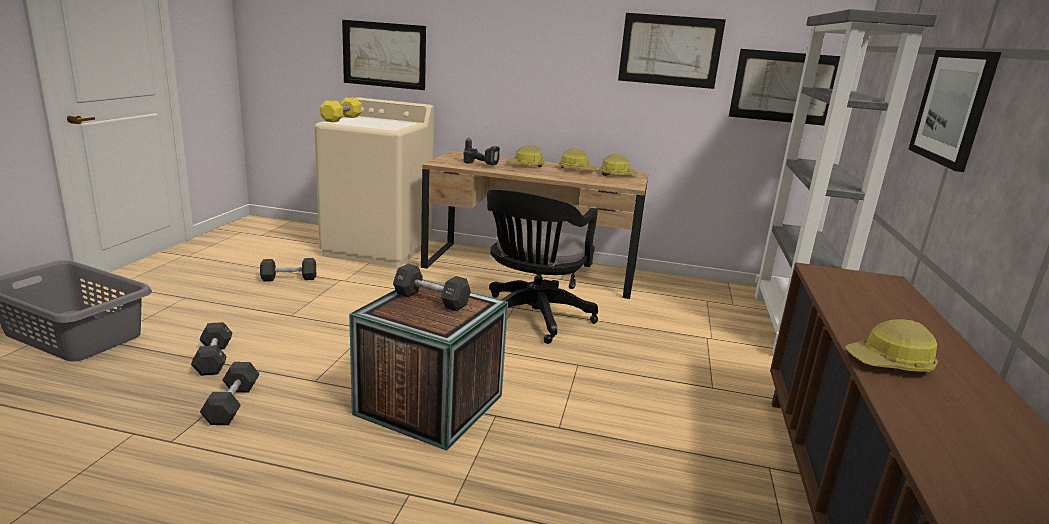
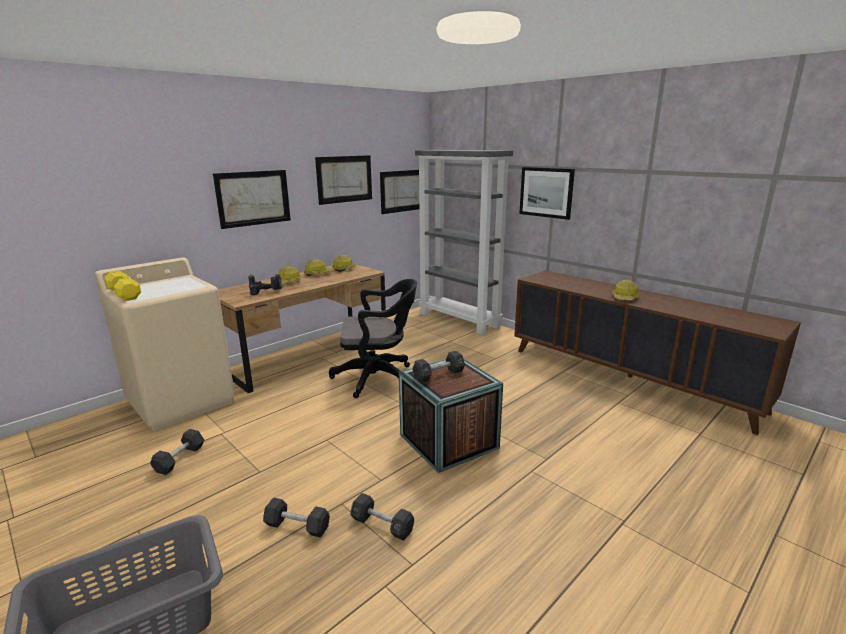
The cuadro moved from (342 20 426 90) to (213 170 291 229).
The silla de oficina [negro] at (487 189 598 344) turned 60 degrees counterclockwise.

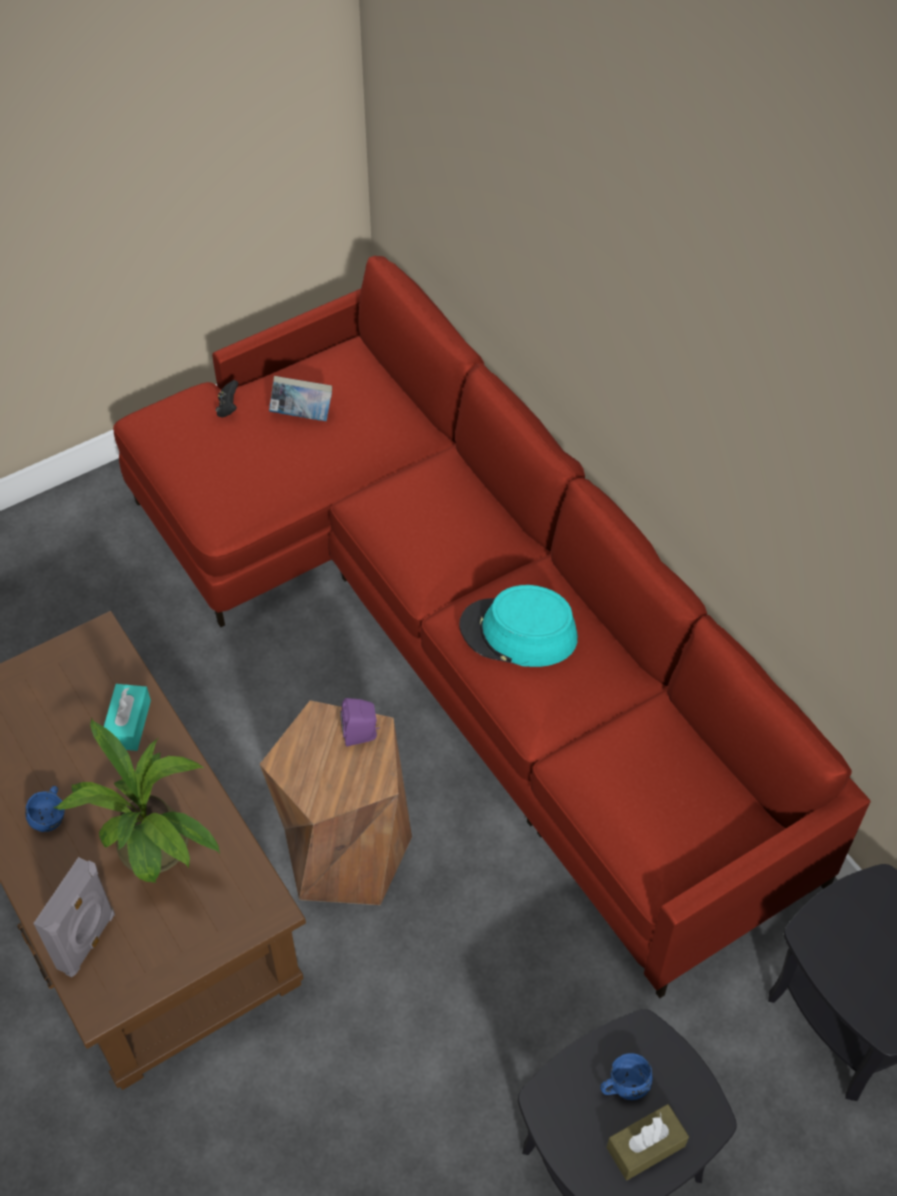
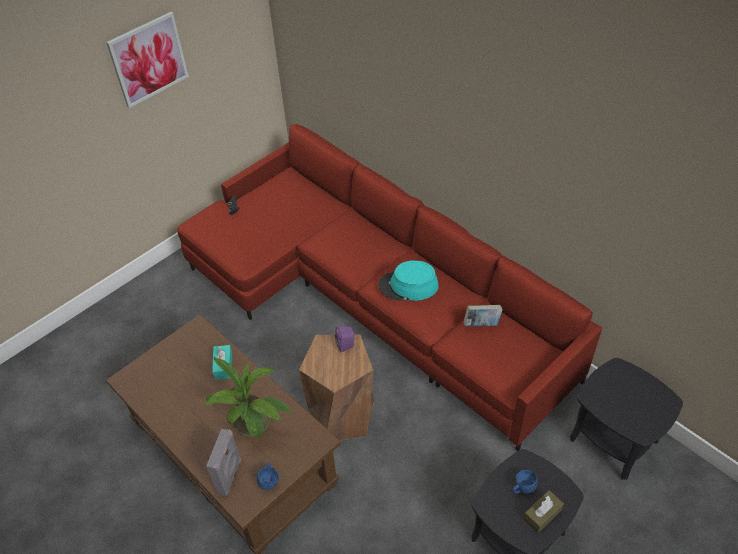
The libro moved from (269 376 332 421) to (464 305 503 326).
The taza grande [azul] moved from (25 786 65 832) to (257 463 279 490).
The cuadro at (106 12 189 108) appeared.

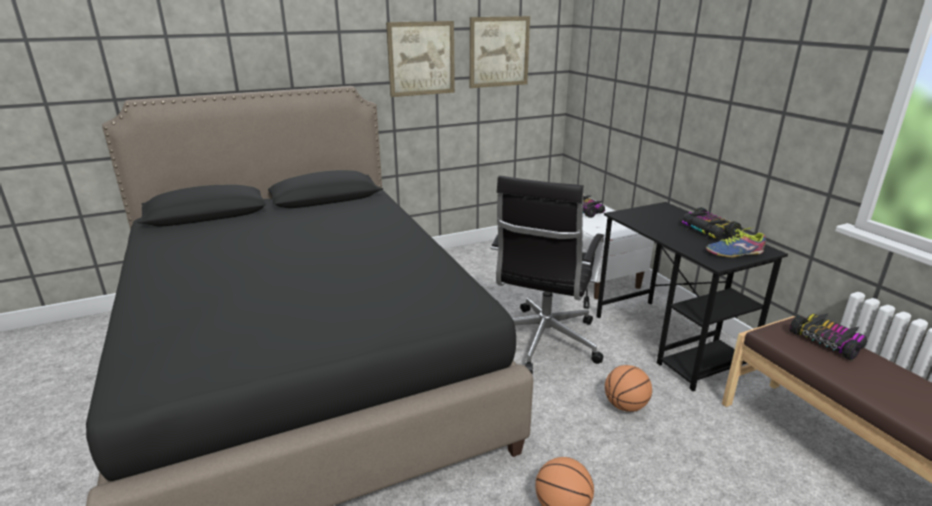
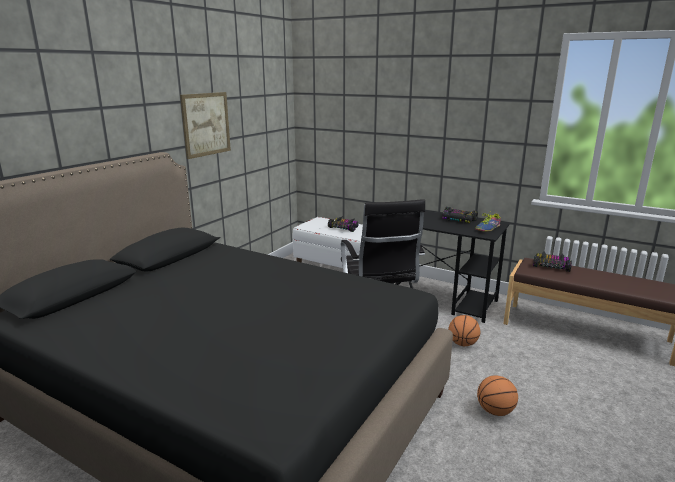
The cuadro at (470 16 530 88) disappeared.

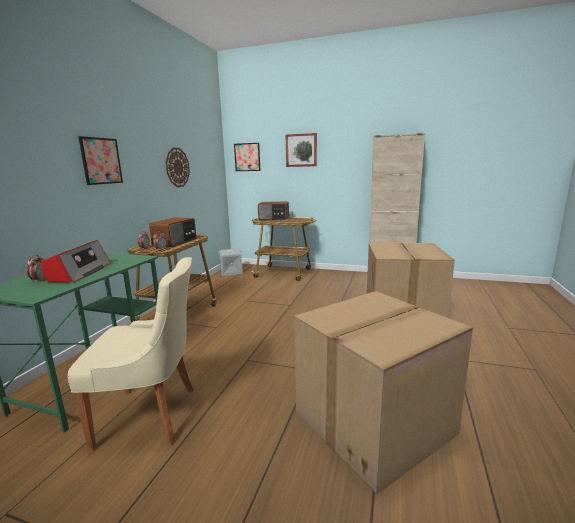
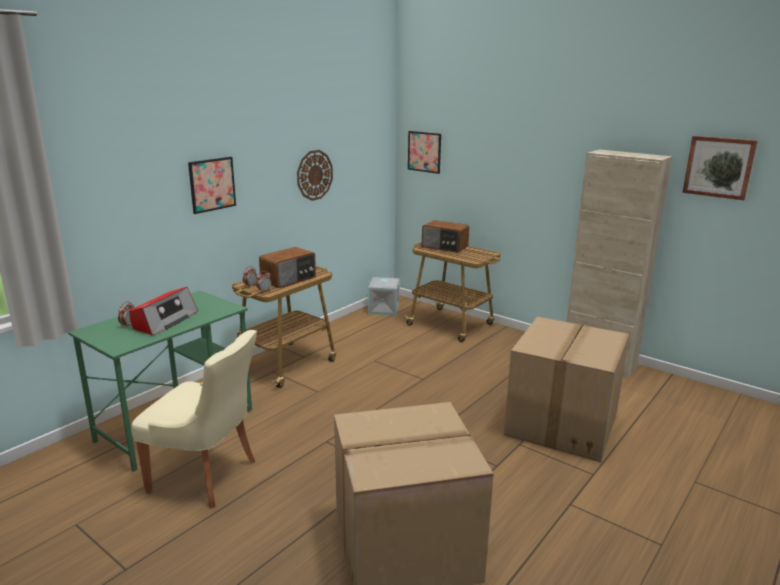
The cuadro moved from (285 133 317 167) to (682 136 758 200).

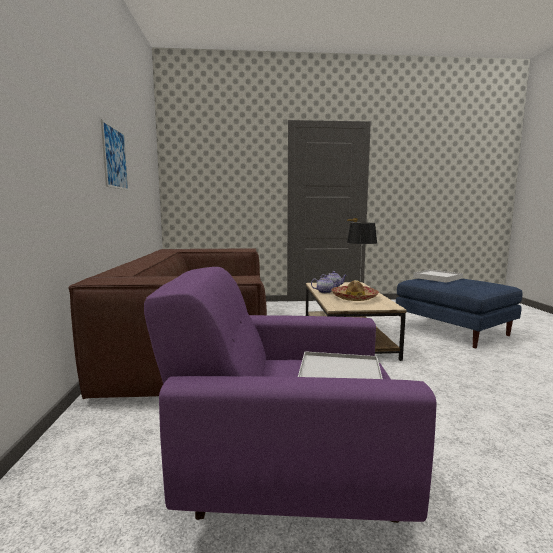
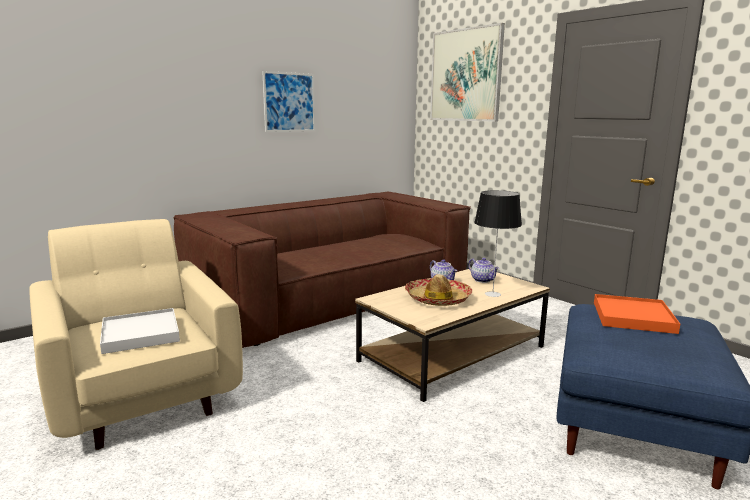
The sillón [morado] at (144 267 436 523) became the sillón [beis] at (29 219 243 450).
The bandeja [blanco] at (413 269 463 283) became the bandeja [naranja] at (594 294 680 334).
The cuadro at (430 23 505 122) appeared.

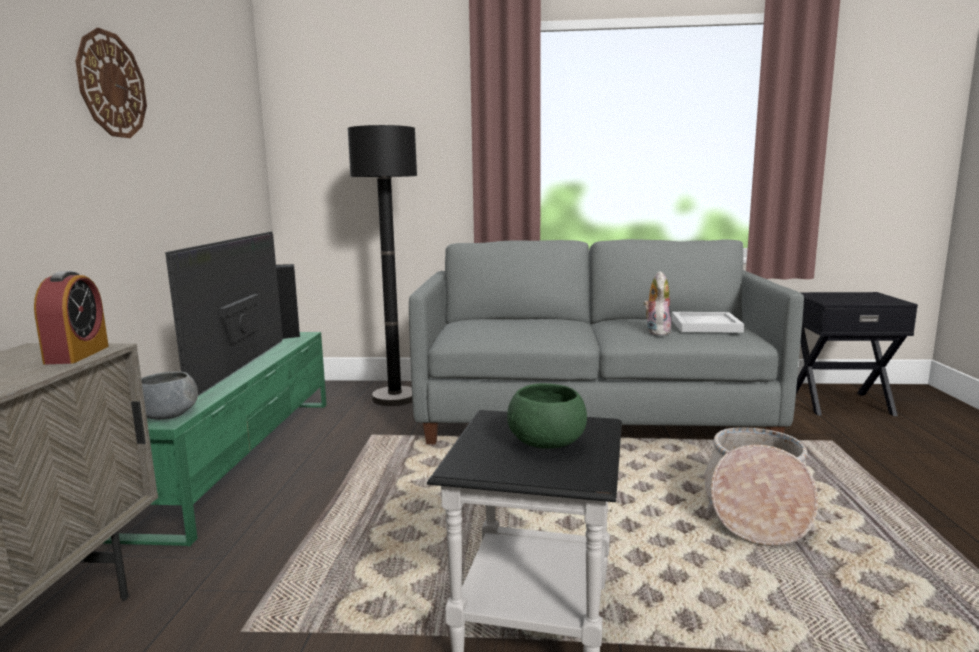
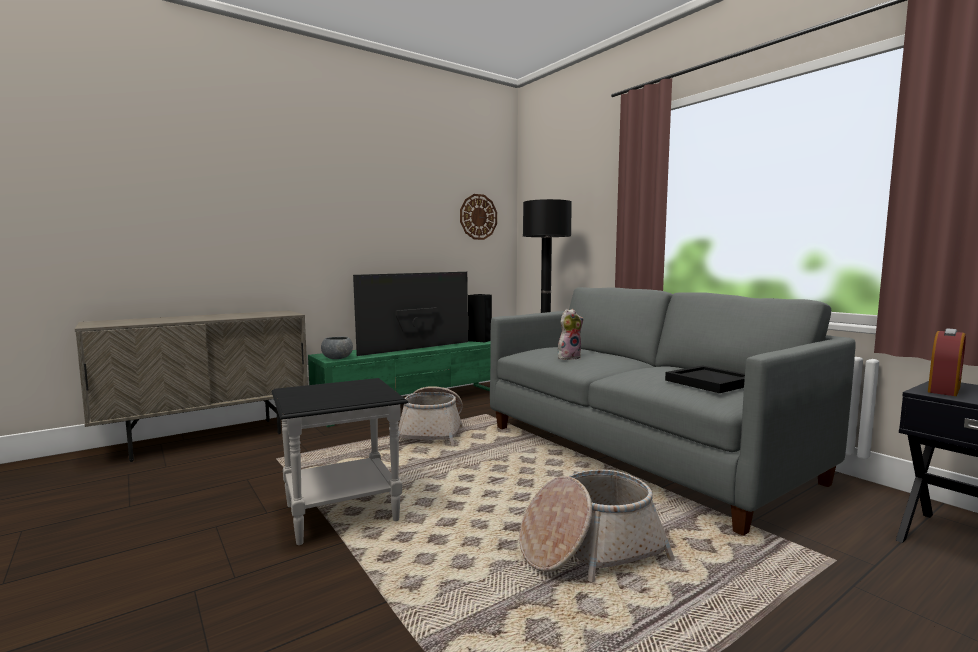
The reloj de pared moved from (76 28 147 138) to (460 194 497 240).
The despertador moved from (34 271 109 365) to (928 328 966 396).
The peluche moved from (643 271 671 335) to (558 309 584 360).
The bandeja [blanco] at (671 312 744 333) became the bandeja [negro] at (665 365 745 393).
The cuenco [verde] at (507 383 587 449) disappeared.
The cesta at (398 386 463 446) appeared.

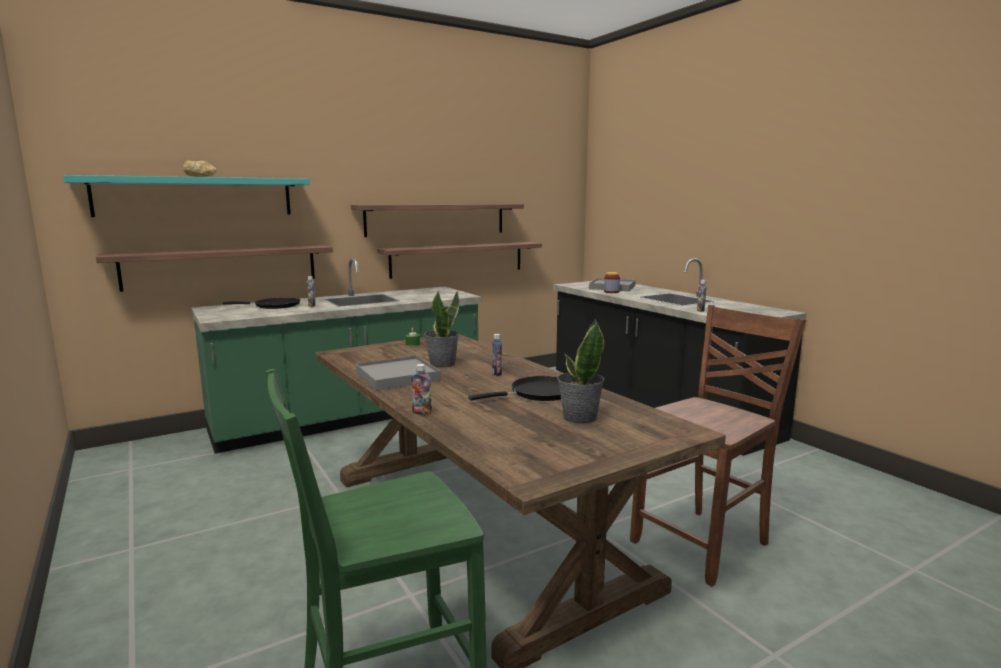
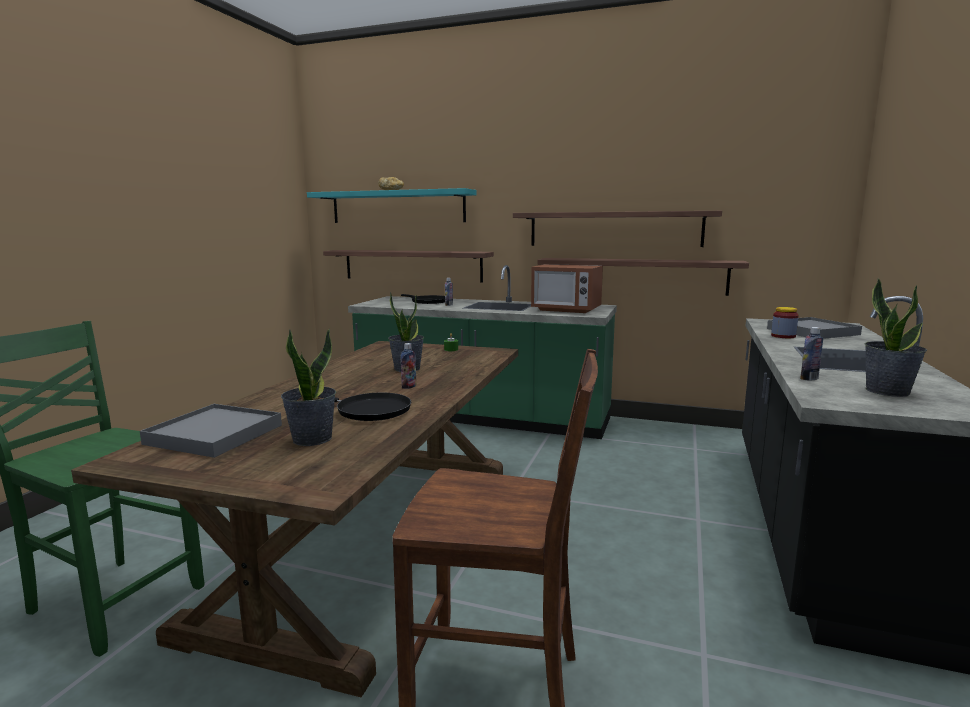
The bandeja [gris] moved from (356 356 441 391) to (140 404 282 458).
The botella at (411 364 432 415) disappeared.
The microondas at (531 264 603 313) appeared.
The planta en maceta at (865 278 927 397) appeared.

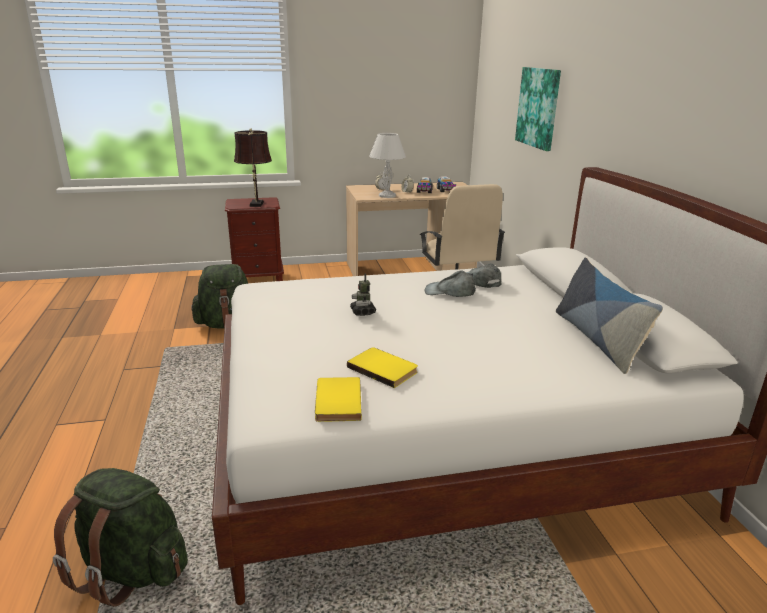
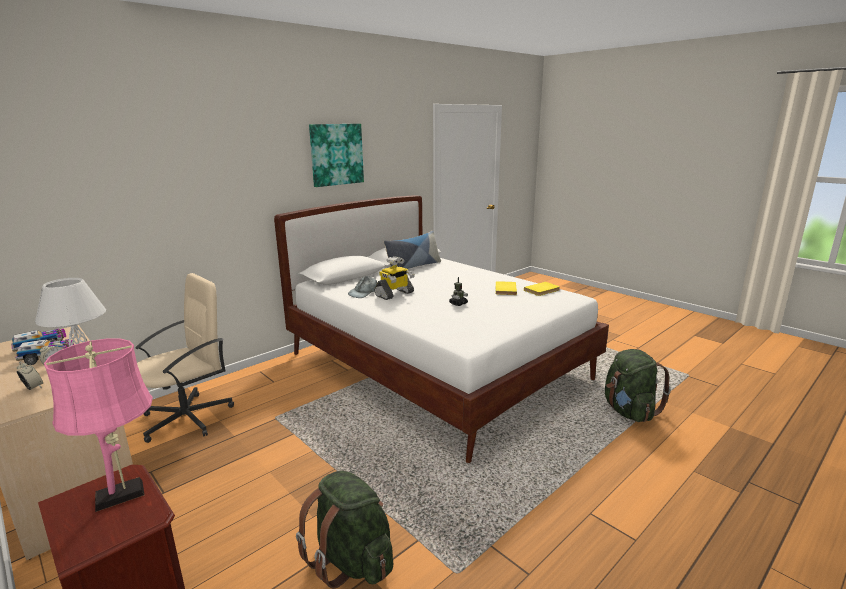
The cuadro moved from (515 67 561 151) to (309 124 364 187).
The lámpara de mesa [marrón] at (234 128 272 207) became the lámpara de mesa [rosa] at (44 338 153 512).
The gorra [gris] at (425 270 476 297) was replaced by the robot de juguete at (374 256 415 300).

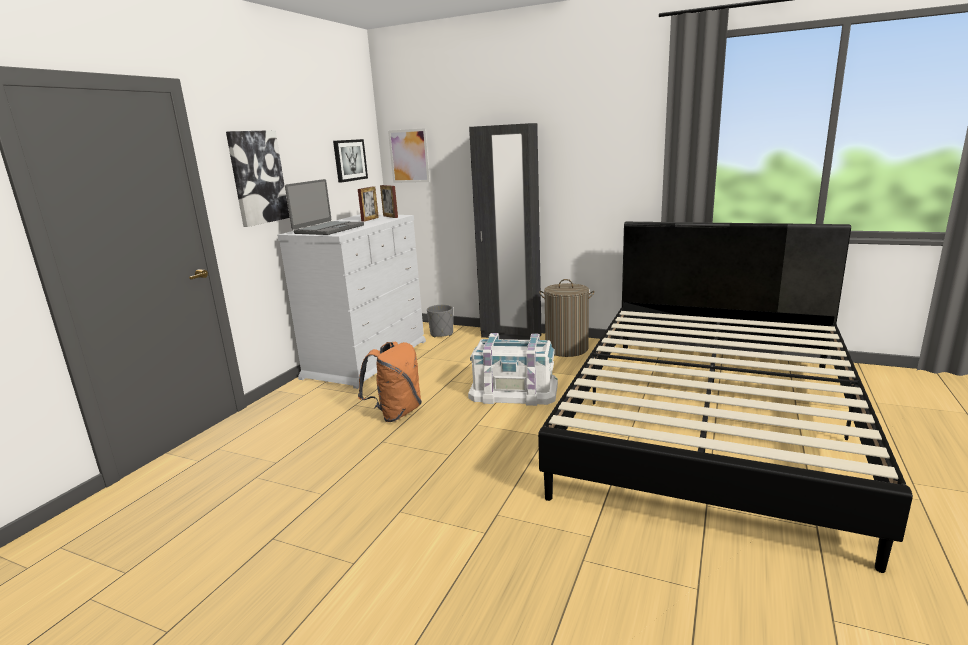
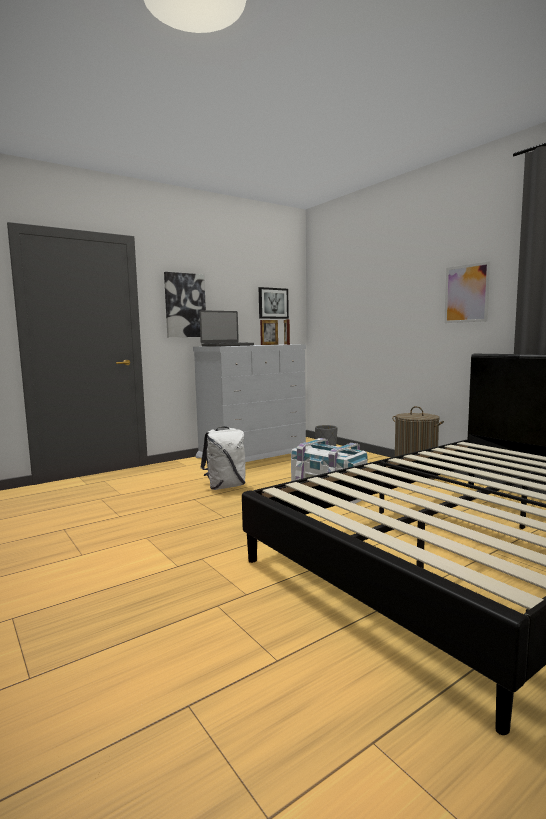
The armario ropero [negro] at (469 123 542 340) disappeared.
The cuadro moved from (388 128 430 183) to (444 261 490 323).
The mochila [naranja] at (358 342 422 422) became the mochila [blanco] at (200 426 246 490).

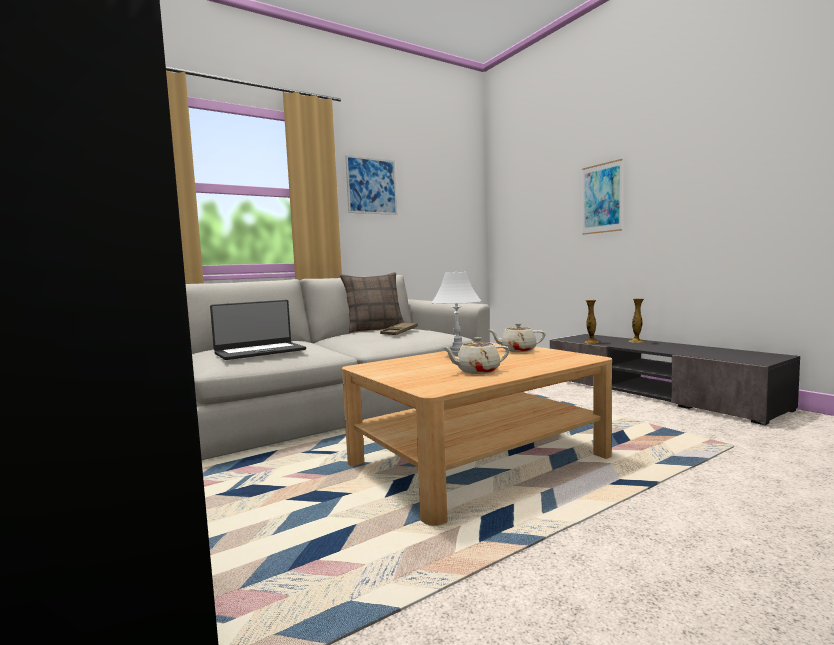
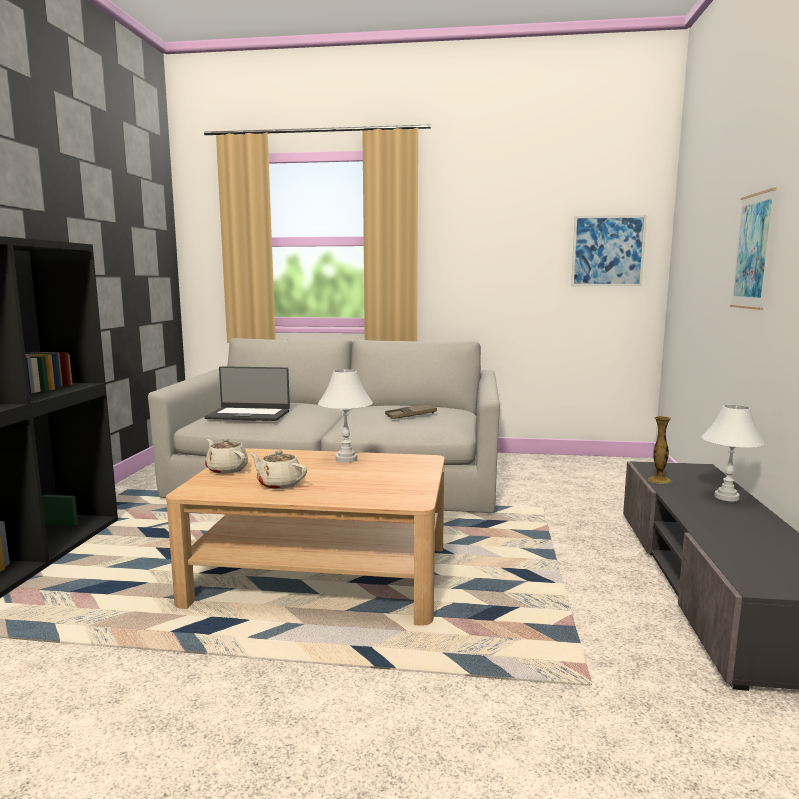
The cuadro moved from (345 155 397 215) to (571 215 647 286).
The cojín at (340 272 405 333) disappeared.
The florero at (628 299 644 343) was replaced by the lámpara de mesa [blanco] at (701 405 766 501).
The tetera [beis] moved from (489 323 545 352) to (205 438 248 474).

